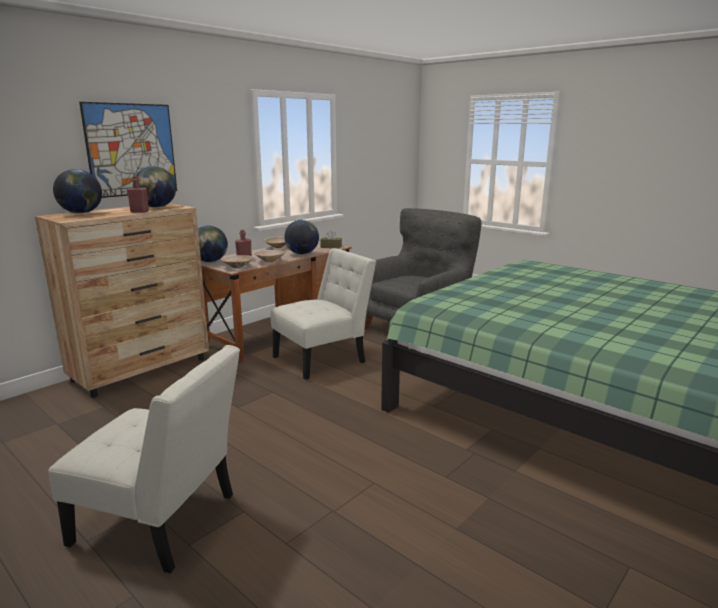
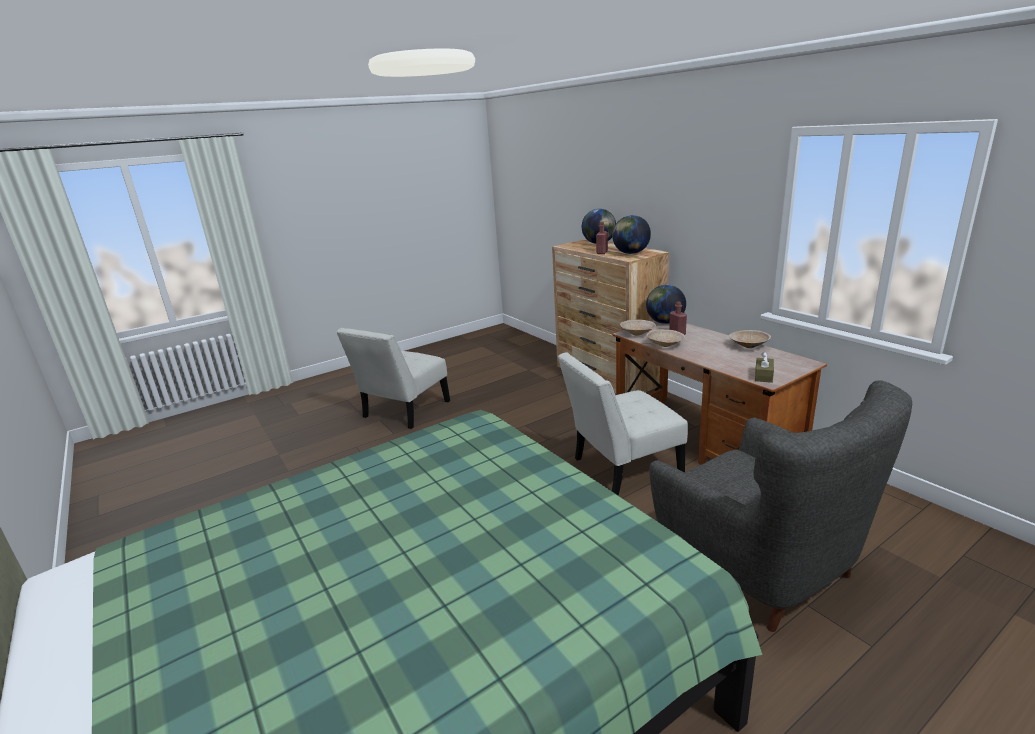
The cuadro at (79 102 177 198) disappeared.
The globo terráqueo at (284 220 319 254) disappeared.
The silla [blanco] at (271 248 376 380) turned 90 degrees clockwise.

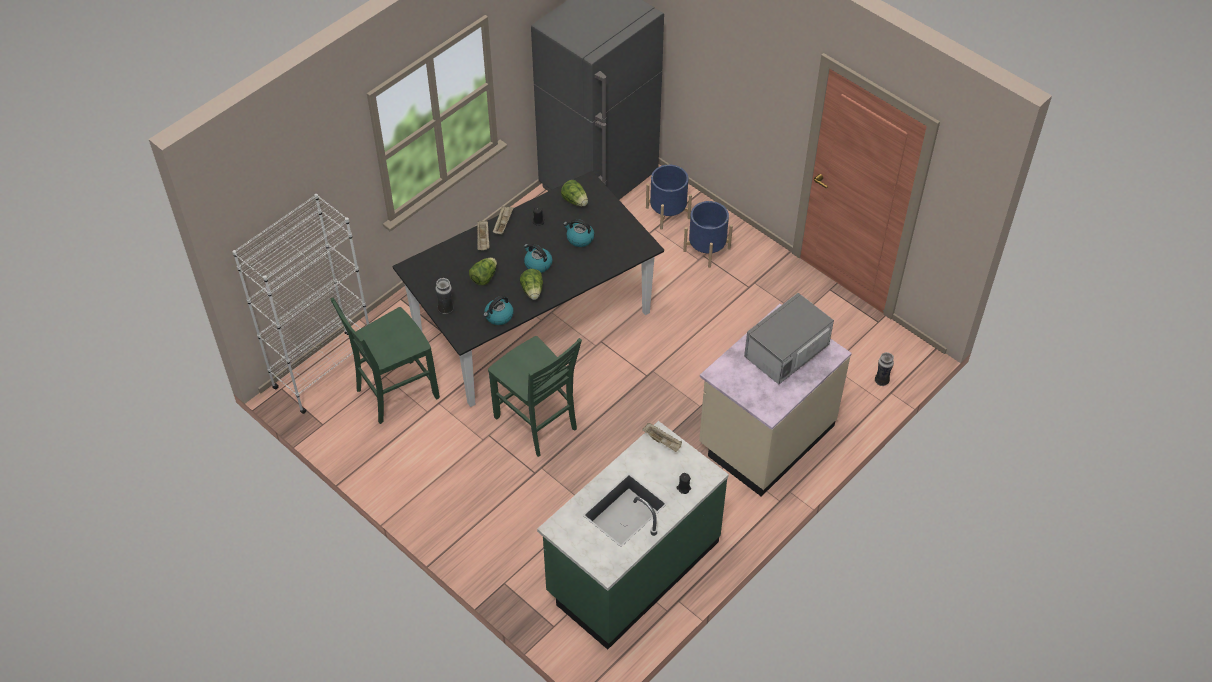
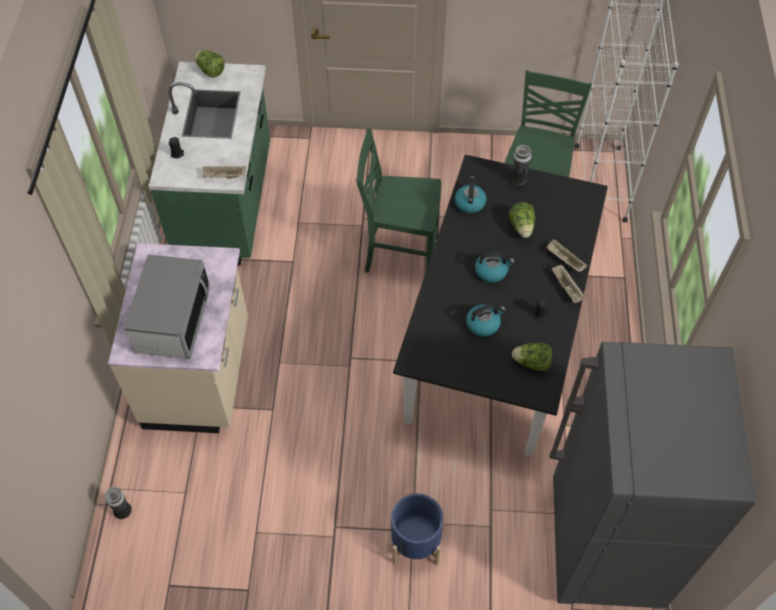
The maceta [azul] at (646 165 692 230) disappeared.
The lechuga moved from (520 269 543 300) to (194 50 225 78).

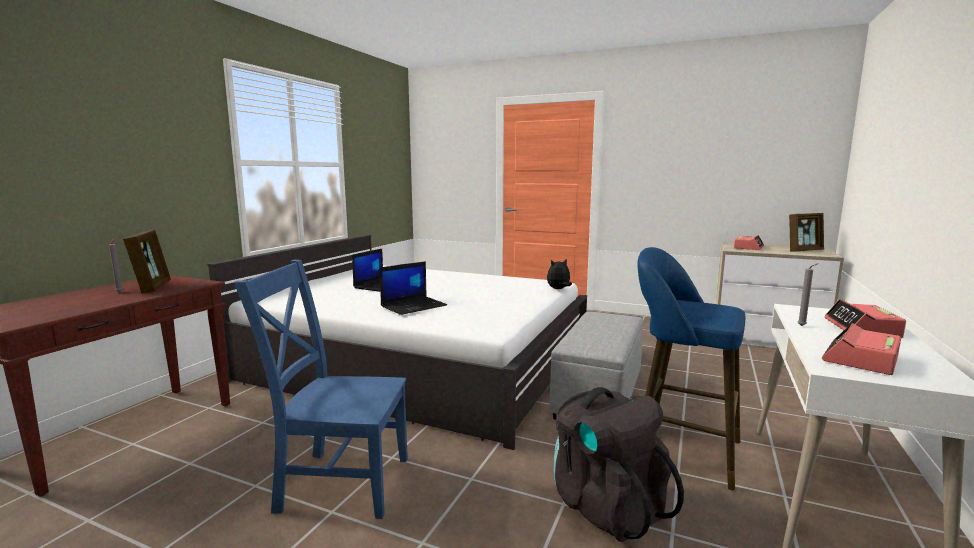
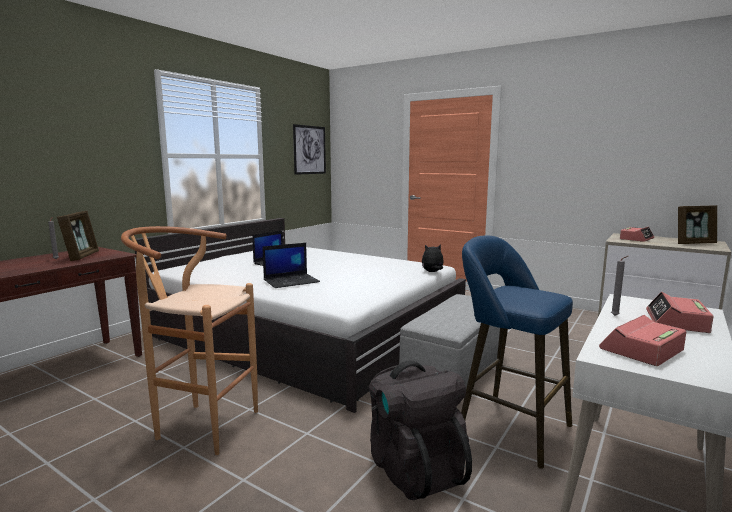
The silla [azul] at (234 260 408 519) was replaced by the taburete [marrón] at (121 226 258 455).
The cuadro at (293 124 326 175) appeared.

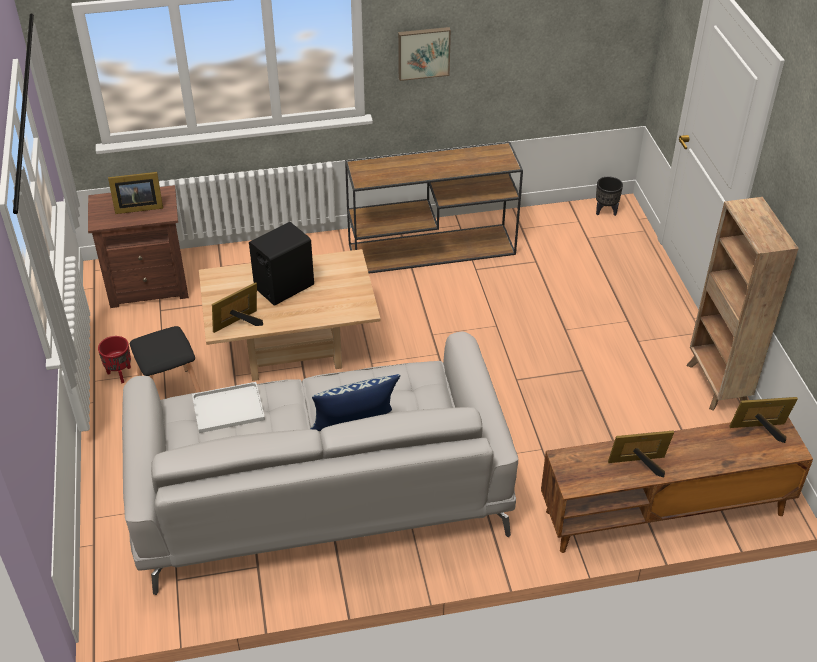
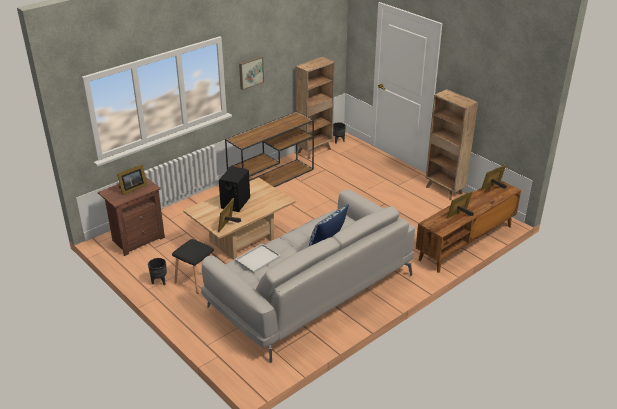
The maceta [rojo] at (98 336 131 383) became the maceta [negro] at (148 258 167 285).
The estantería [marrón] at (295 57 335 159) appeared.

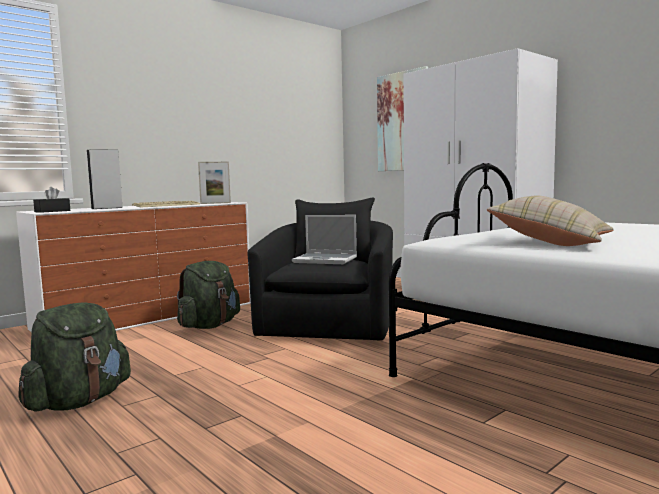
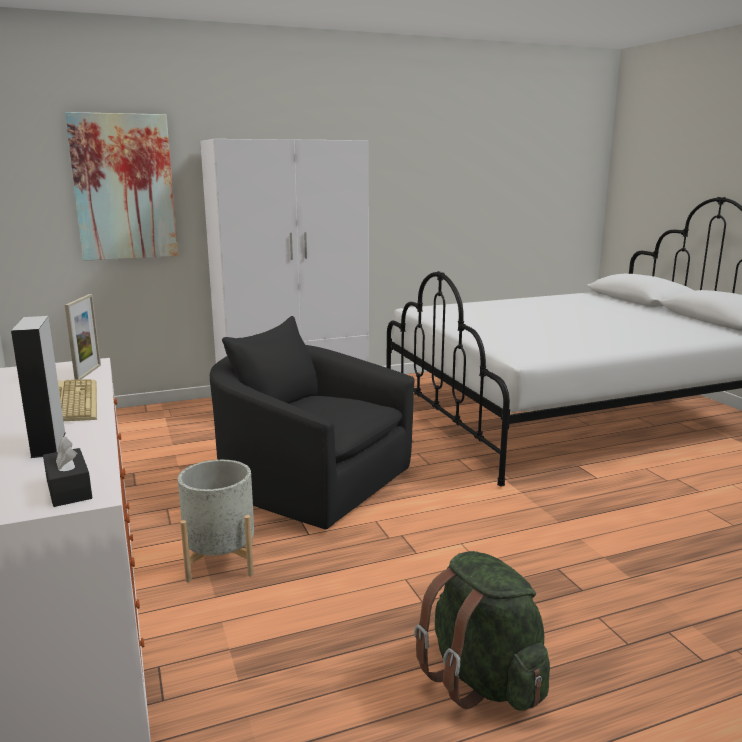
The cojín [beis] at (487 195 614 246) disappeared.
The portátil at (292 215 357 264) disappeared.
The mochila [verde] at (177 261 240 329) was replaced by the maceta [gris] at (178 460 254 582).

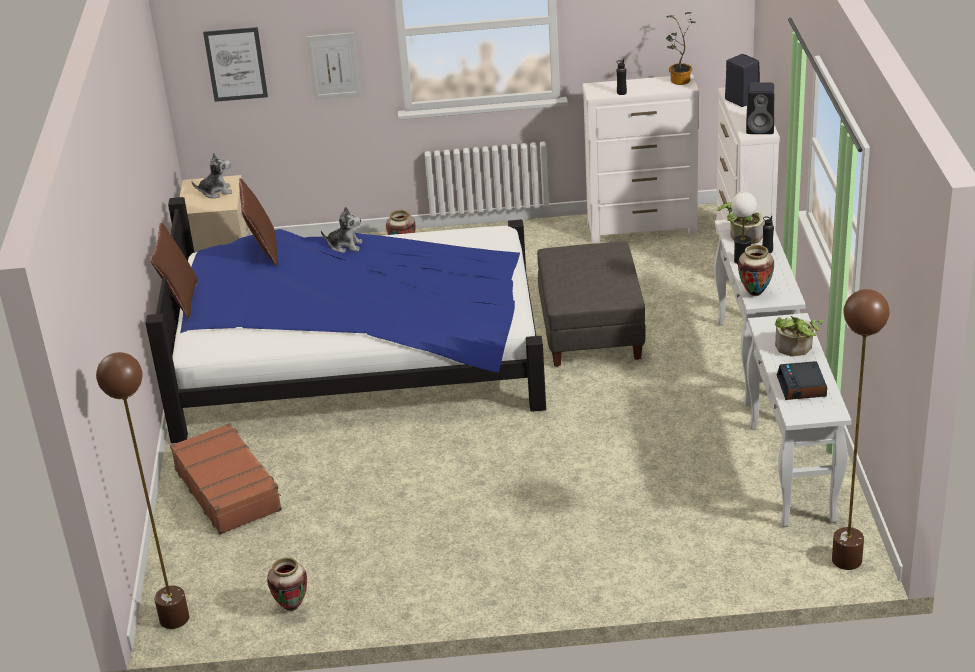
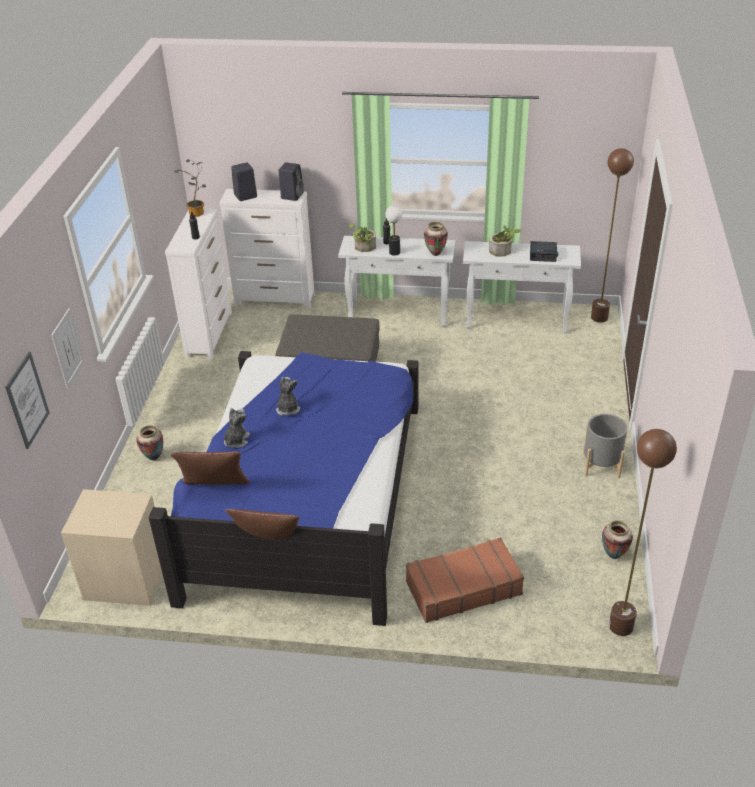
The peluche moved from (192 153 232 198) to (276 377 300 415).
The maceta [gris] at (583 414 627 478) appeared.

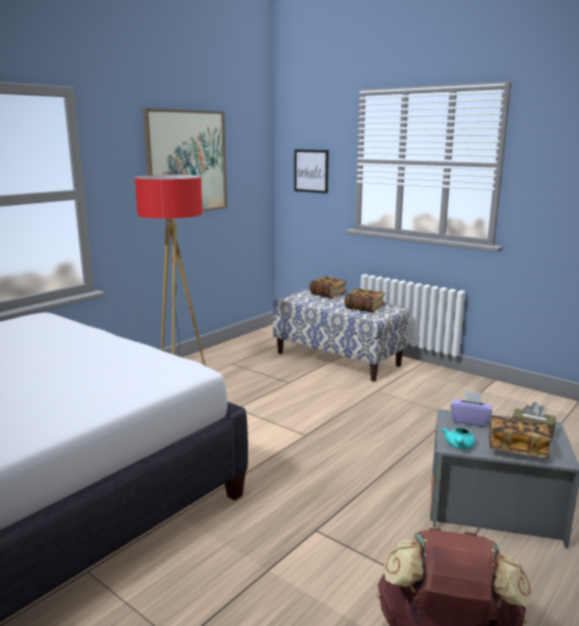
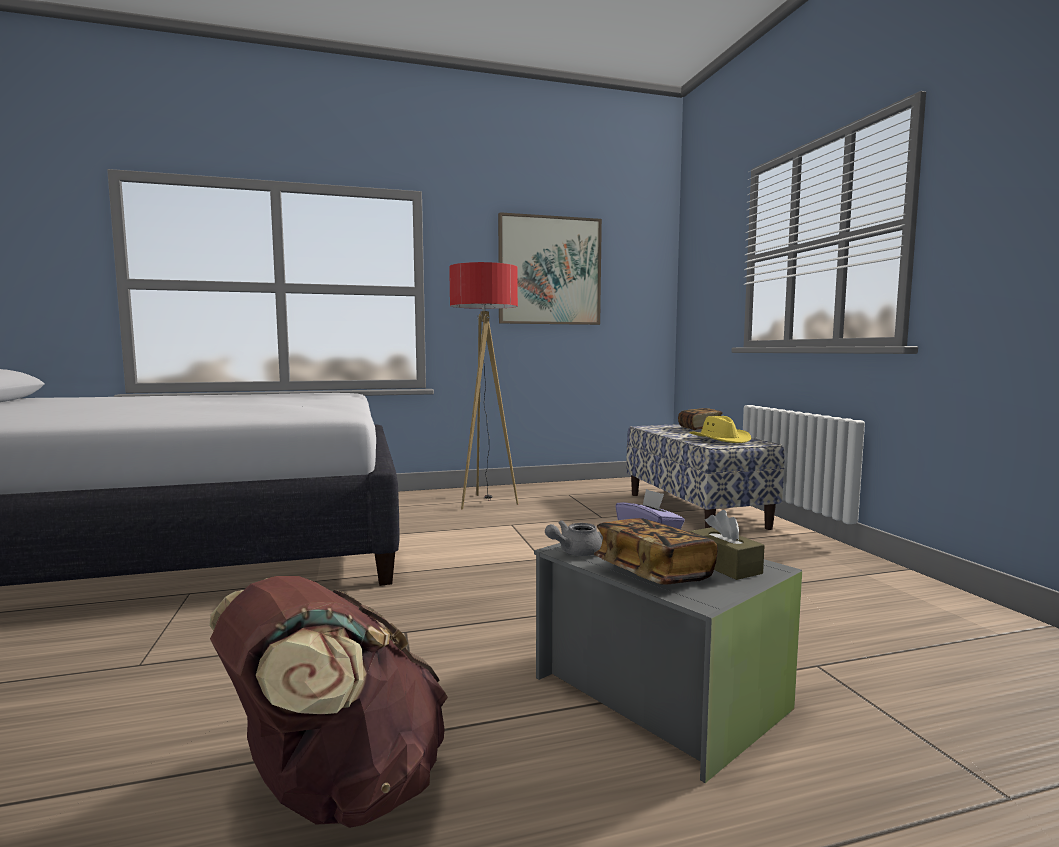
The cuadro at (294 149 329 194) disappeared.
The libro at (345 288 385 313) was replaced by the sombrero [amarillo] at (689 416 751 443).
The tetera [turquesa] at (441 425 475 449) became the tetera [gris] at (545 520 602 556).

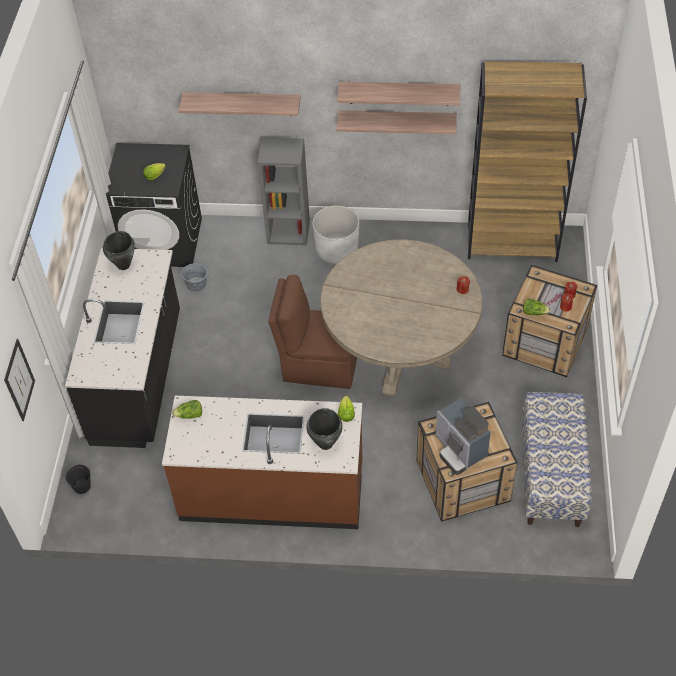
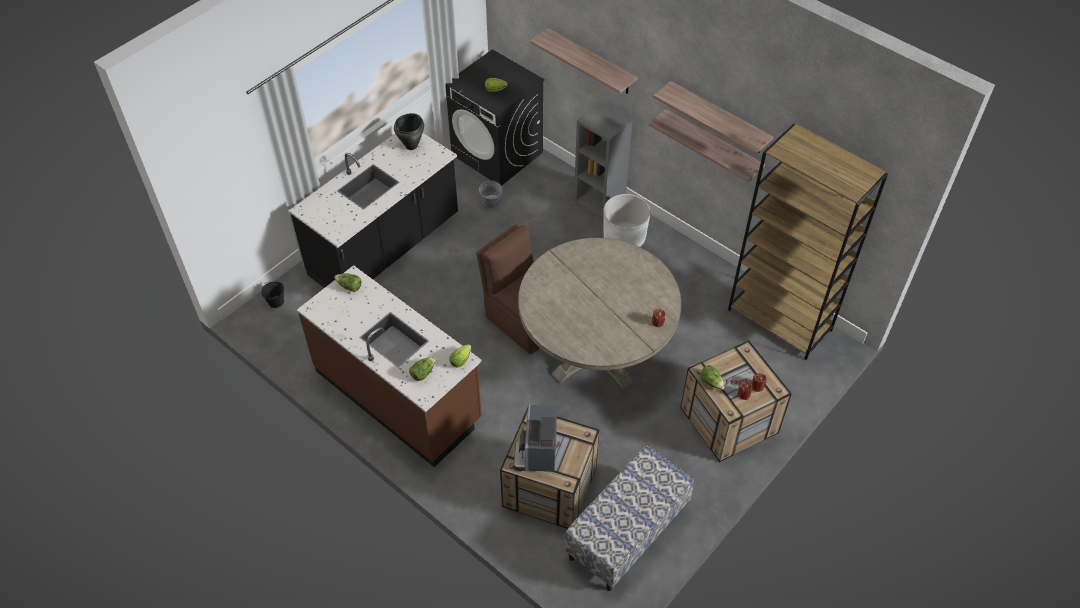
The cuadro at (4 339 35 421) disappeared.
The olla [negro] at (306 408 343 450) was replaced by the lechuga at (409 357 435 381).

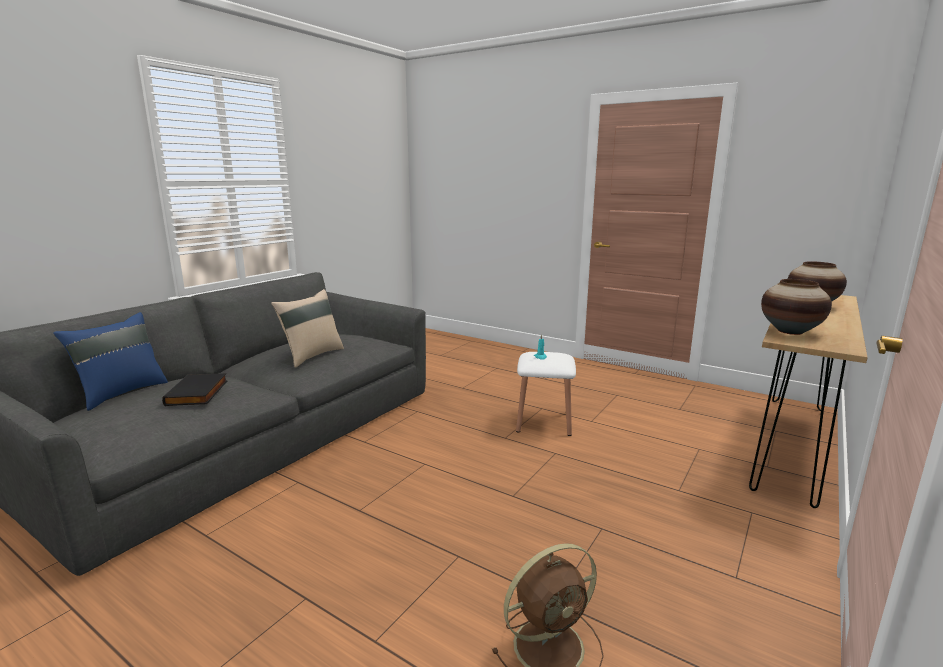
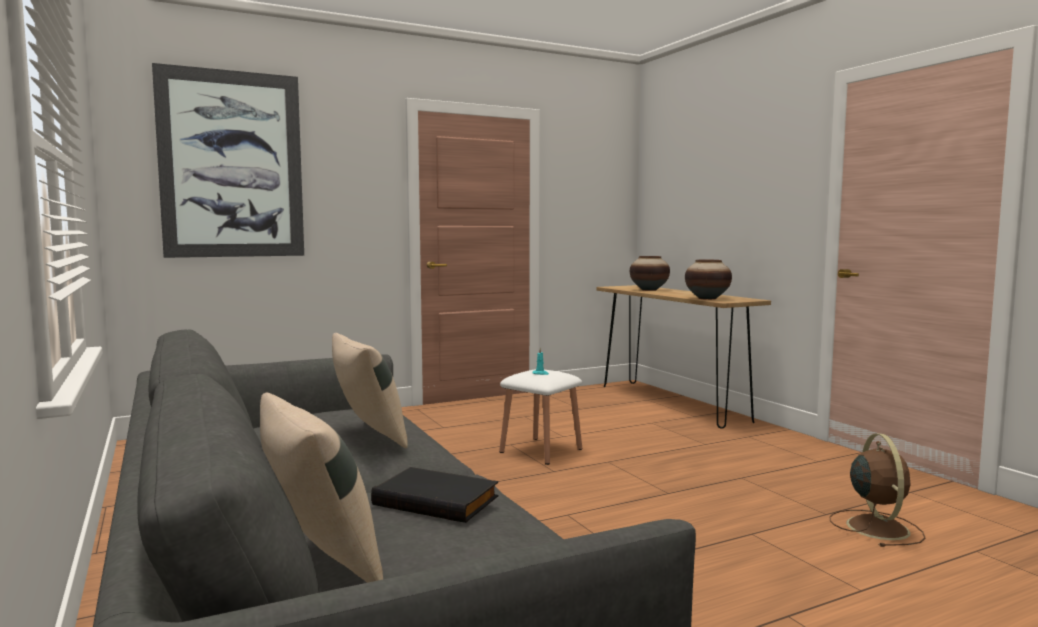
The cojín [azul] at (53 312 168 411) became the cojín [beis] at (260 392 383 583).
The cuadro at (152 63 304 258) appeared.

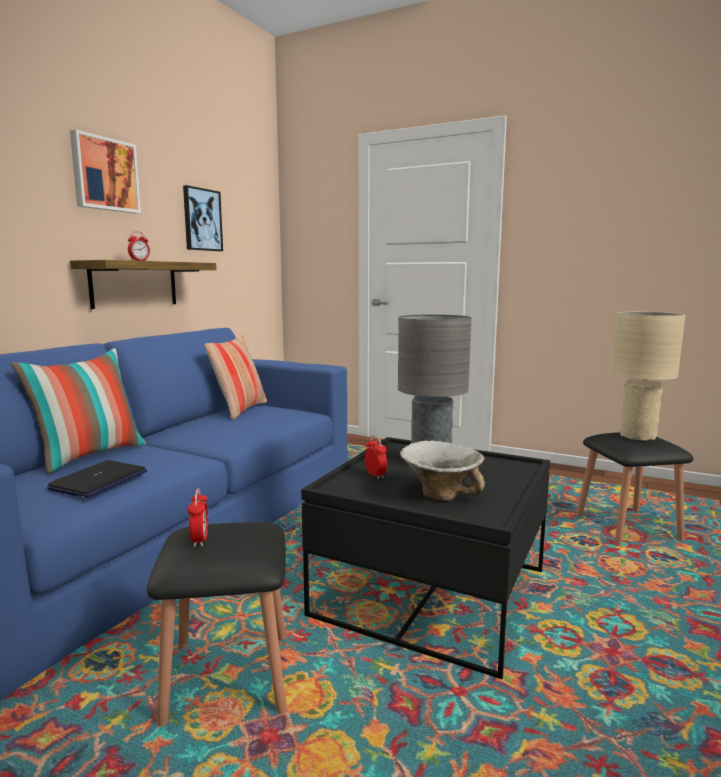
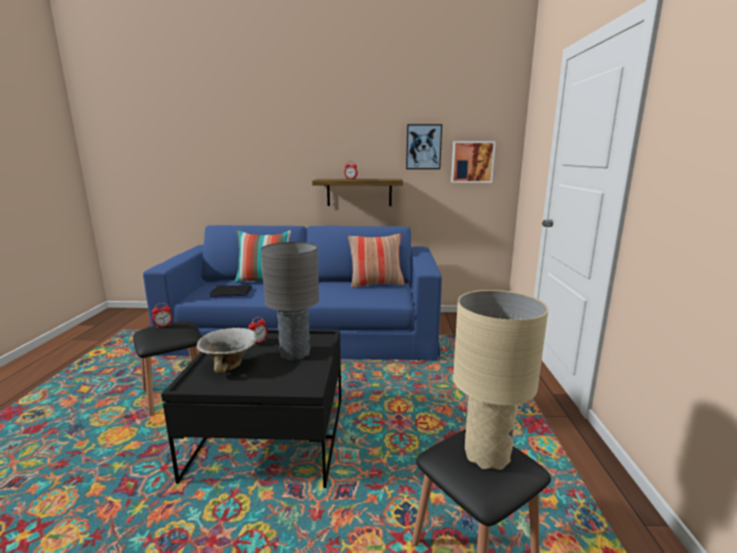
The cuadro moved from (70 130 141 214) to (451 141 496 183).

